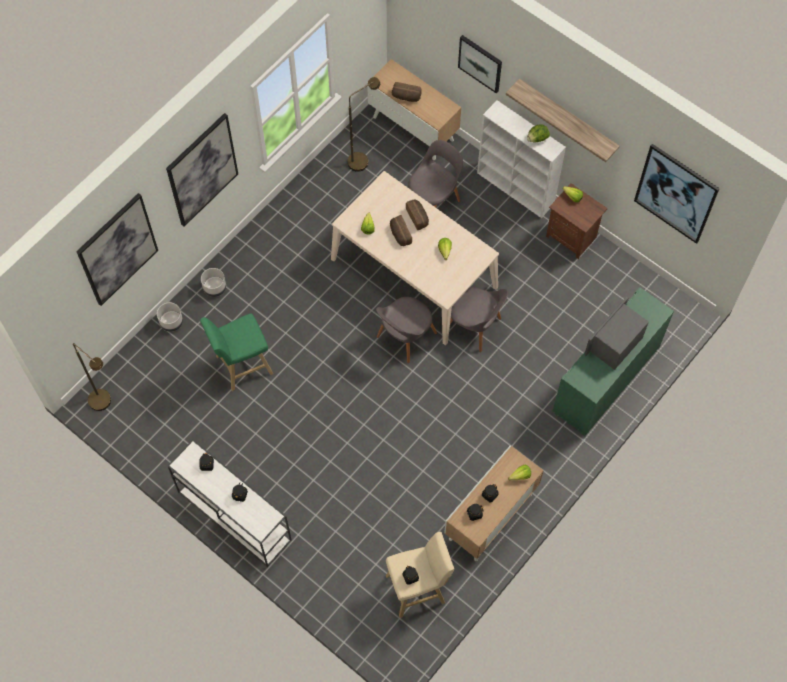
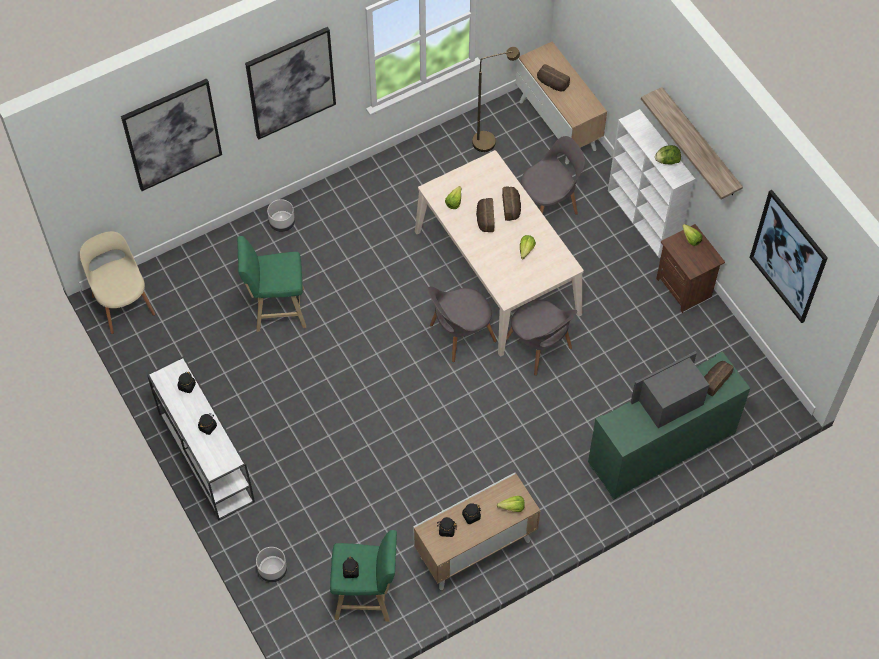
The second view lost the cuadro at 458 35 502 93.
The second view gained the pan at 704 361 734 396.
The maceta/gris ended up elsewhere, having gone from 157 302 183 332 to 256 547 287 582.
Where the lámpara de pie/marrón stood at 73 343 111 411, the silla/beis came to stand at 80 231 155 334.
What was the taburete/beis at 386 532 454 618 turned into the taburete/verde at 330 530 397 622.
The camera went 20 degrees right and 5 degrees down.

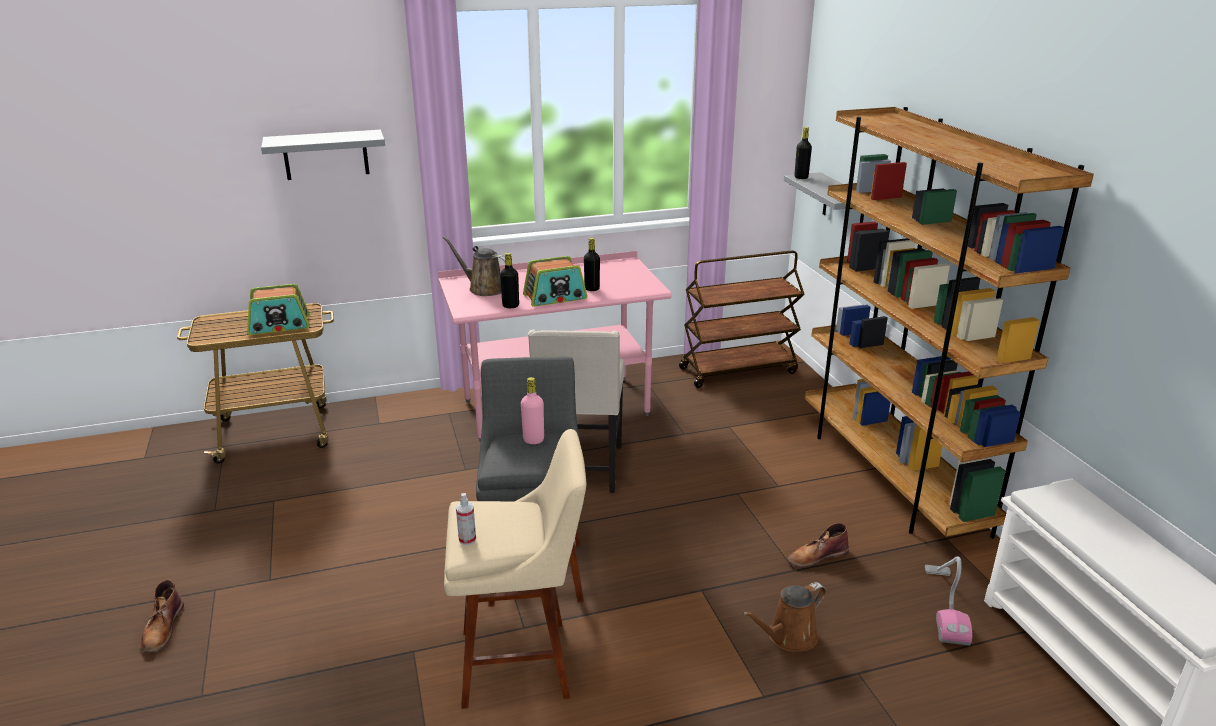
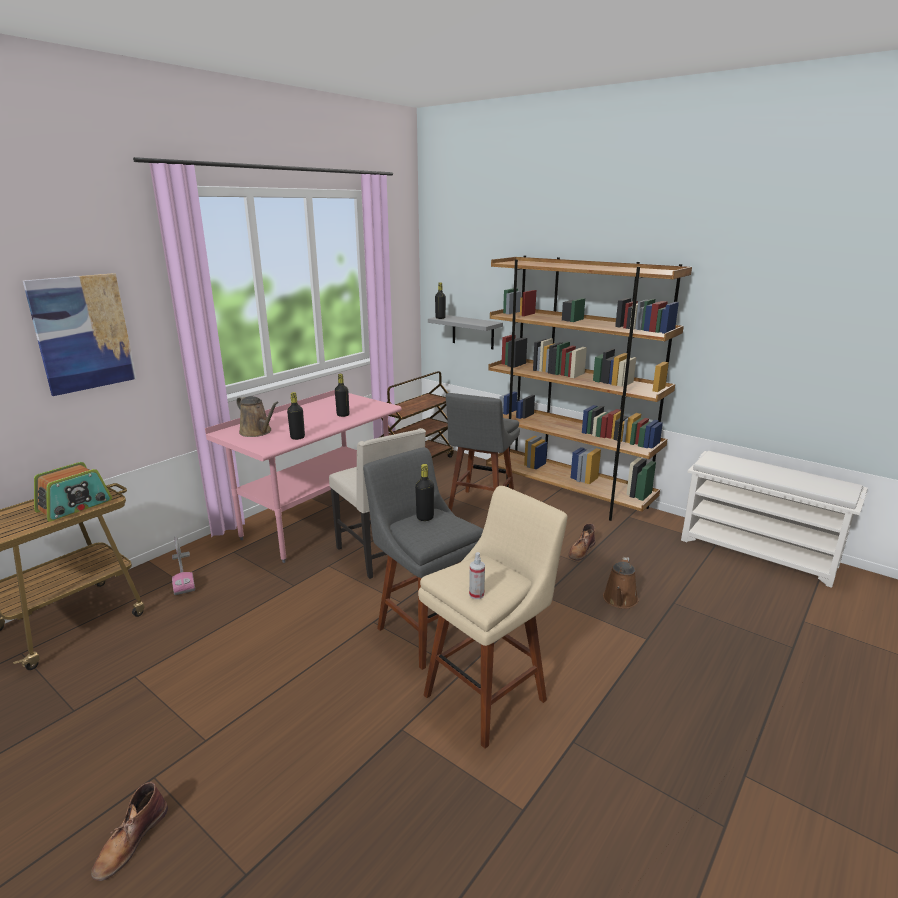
The second view lost the radio at 523 256 587 307.
The second view gained the taburete/gris at 446 393 520 511.
The aspiradora ended up elsewhere, having gone from 925 556 972 646 to 172 536 195 595.
Where the estante/gris hung at 261 130 385 180, the cuadro came to hang at 23 273 136 396.
What was the botella/rosa at 521 377 544 444 turned into the botella/negro at 415 464 434 521.
The bota/marrón at 141 580 184 653 ended up facing another way, 60 degrees clockwise from before.
The regadera/marrón at 442 236 505 296 ended up facing another way, 135 degrees counterclockwise from before.
The camera went 35 degrees left and 5 degrees down.

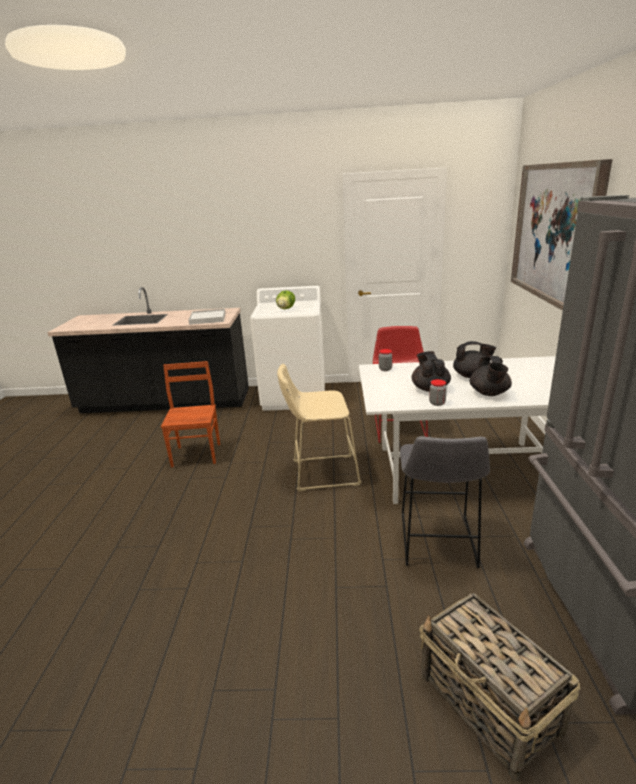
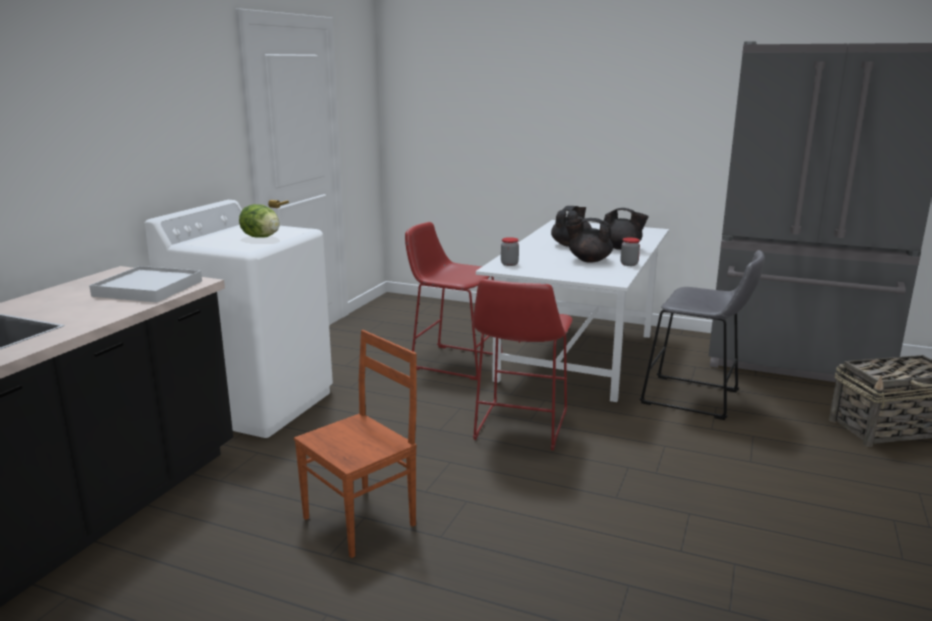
The second view lost the cuadro at 511 159 613 311.
What was the taburete/beis at 277 364 362 492 turned into the taburete/rojo at 473 279 573 450.
The silla/marrón at 161 361 220 467 ended up facing another way, 120 degrees clockwise from before.
The camera went 70 degrees left and 5 degrees down.

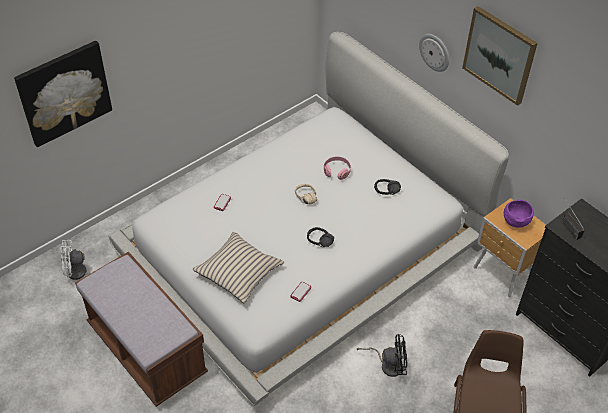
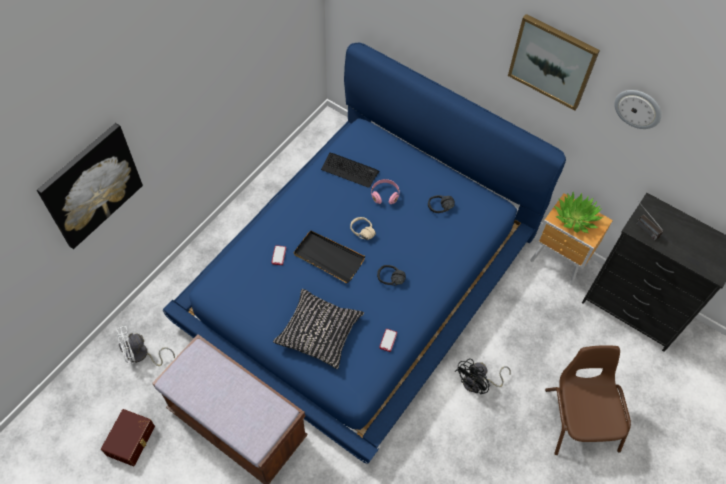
The second view gained the caja de almacenaje/marrón at 101 409 155 466.
The second view gained the bandeja/negro at 294 230 365 283.
The second view gained the teclado at 321 153 380 188.
The reloj de pared ended up elsewhere, having gone from 419 34 449 72 to 614 90 662 129.
Where the cuenco/morado stood at 504 199 534 228, the planta en maceta came to stand at 554 192 603 233.
What was the cama/blanco at 108 32 509 406 turned into the cama/azul at 163 42 566 464.
What was the cojín/beis at 192 232 284 304 turned into the cojín/negro at 273 289 364 369.
The ventilador/negro at 357 334 407 377 ended up facing another way, 150 degrees clockwise from before.
The camera went 15 degrees left and 10 degrees up.

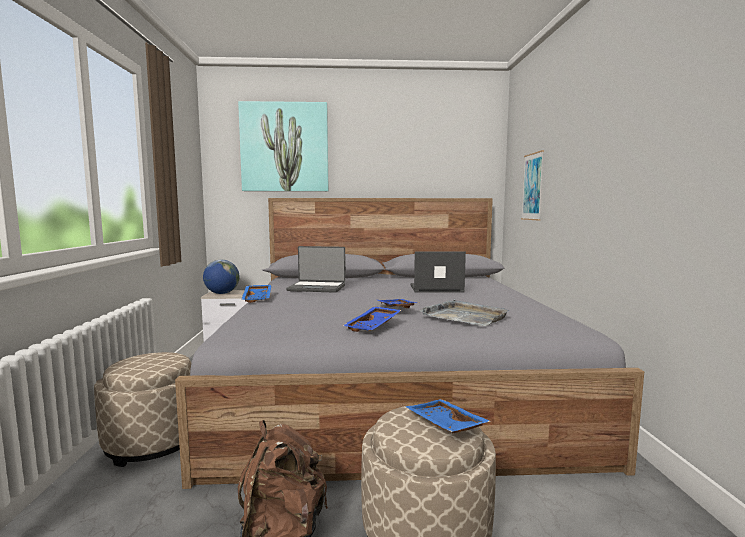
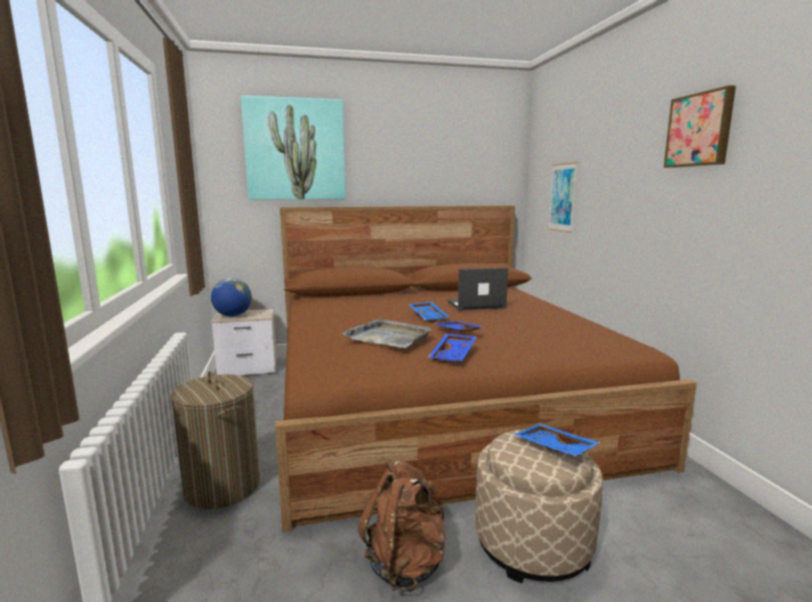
The second view lost the portátil at 286 246 346 293.
The second view gained the cuadro at 664 85 736 168.
The bandeja/azul ended up elsewhere, having gone from 241 285 272 303 to 409 302 449 322.
The bandeja/gris ended up elsewhere, having gone from 419 299 509 326 to 343 318 431 348.
Where the puf/beis stood at 94 352 192 467, the cesto de la ropa came to stand at 171 371 260 509.
What was the cama/gris at 175 198 644 489 turned into the cama/marrón at 275 205 697 532.
The camera went 10 degrees left and 5 degrees up.

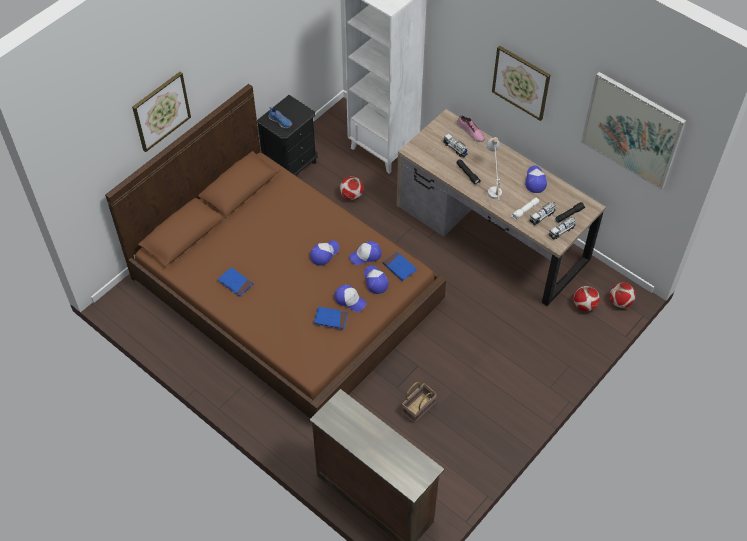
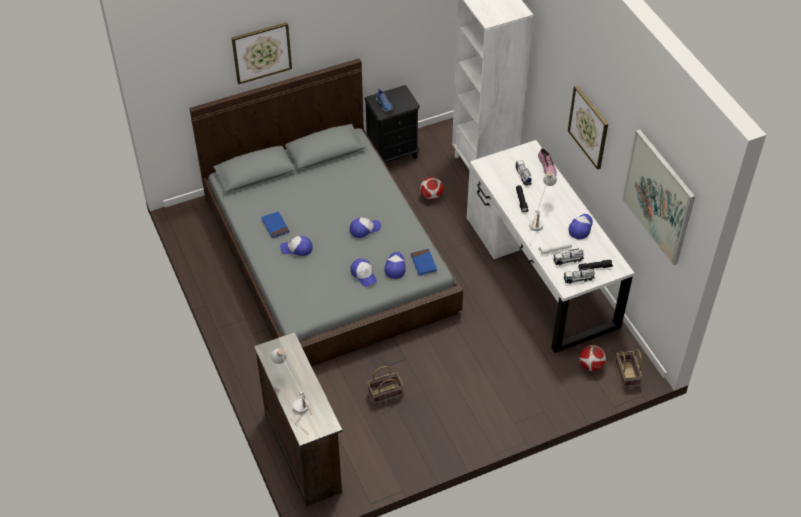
The second view lost the libro/azul at 314 306 348 330.
The second view gained the lámpara de mesa/blanco at 271 349 313 415.
The gorra ended up elsewhere, having gone from 349 241 382 265 to 280 236 313 256.
Where the balón de fútbol stood at 609 283 636 308, the cesta came to stand at 615 349 642 388.
What was the cama/marrón at 105 84 446 419 turned into the cama/gris at 189 58 463 366.
What was the escritorio/marrón at 396 109 606 306 turned into the escritorio/blanco at 467 140 634 353.
The camera went 25 degrees right and 5 degrees down.

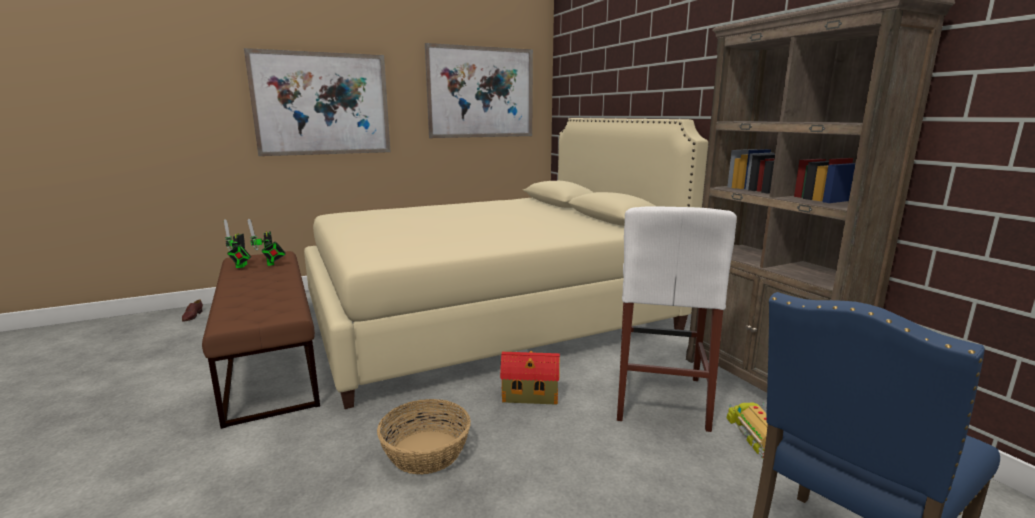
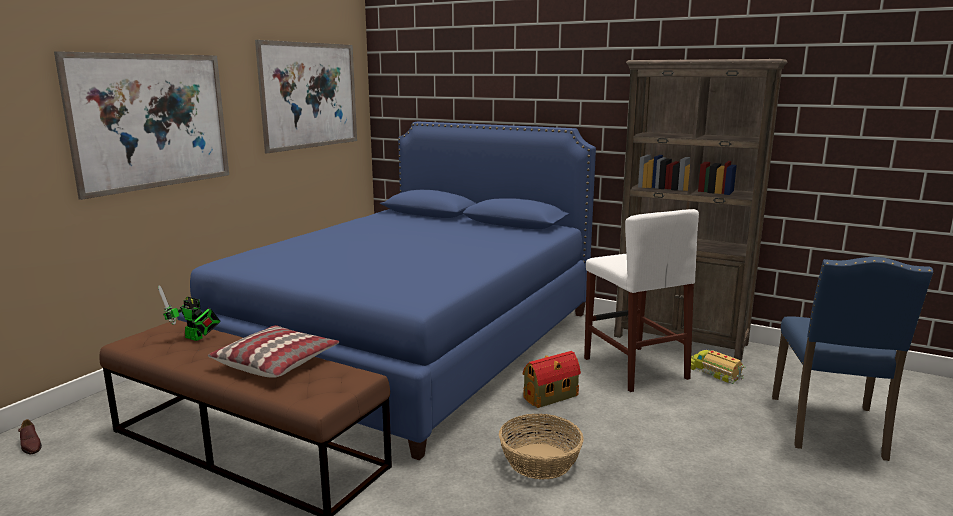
The second view lost the robot de juguete at 224 219 251 268.
The second view gained the cojín at 208 325 339 378.
What was the cama/beis at 304 118 708 409 turned into the cama/azul at 177 122 596 460.
The camera went 35 degrees left and 0 degrees up.

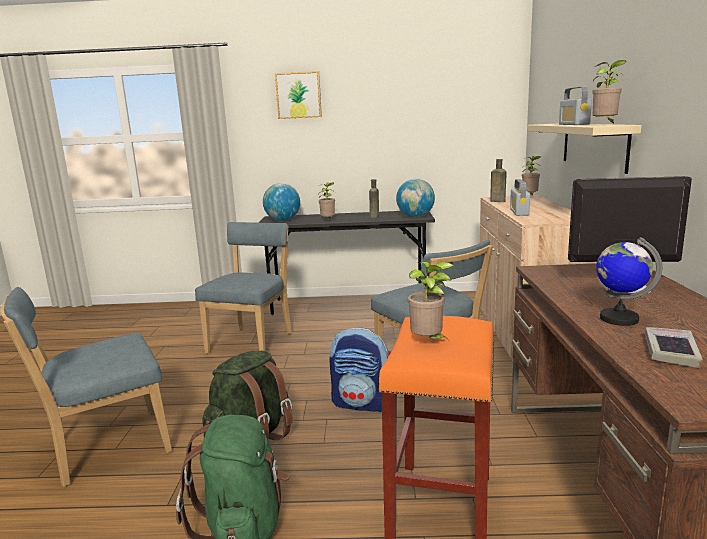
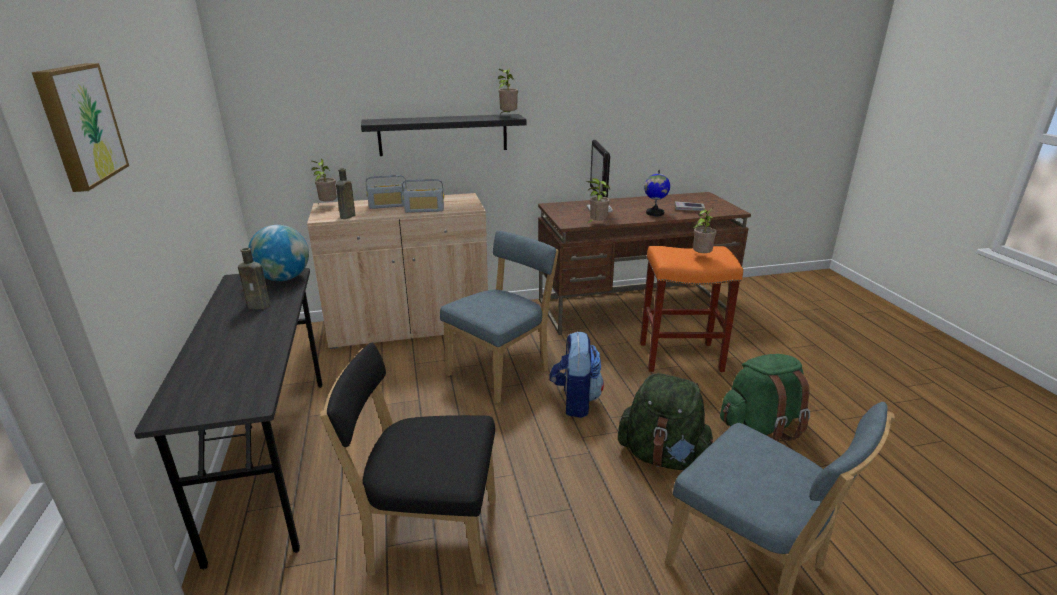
The second view lost the globo terráqueo at 263 183 300 221.
The planta en maceta ended up elsewhere, having gone from 318 182 335 218 to 587 178 610 224.
The radio ended up elsewhere, having gone from 559 86 592 125 to 366 175 407 209.
What was the silla/azul at 195 222 292 354 turned into the silla/negro at 320 343 496 584.
What was the estante/beis at 528 123 642 174 turned into the estante/negro at 361 114 526 156.
The camera went 105 degrees left and 10 degrees up.

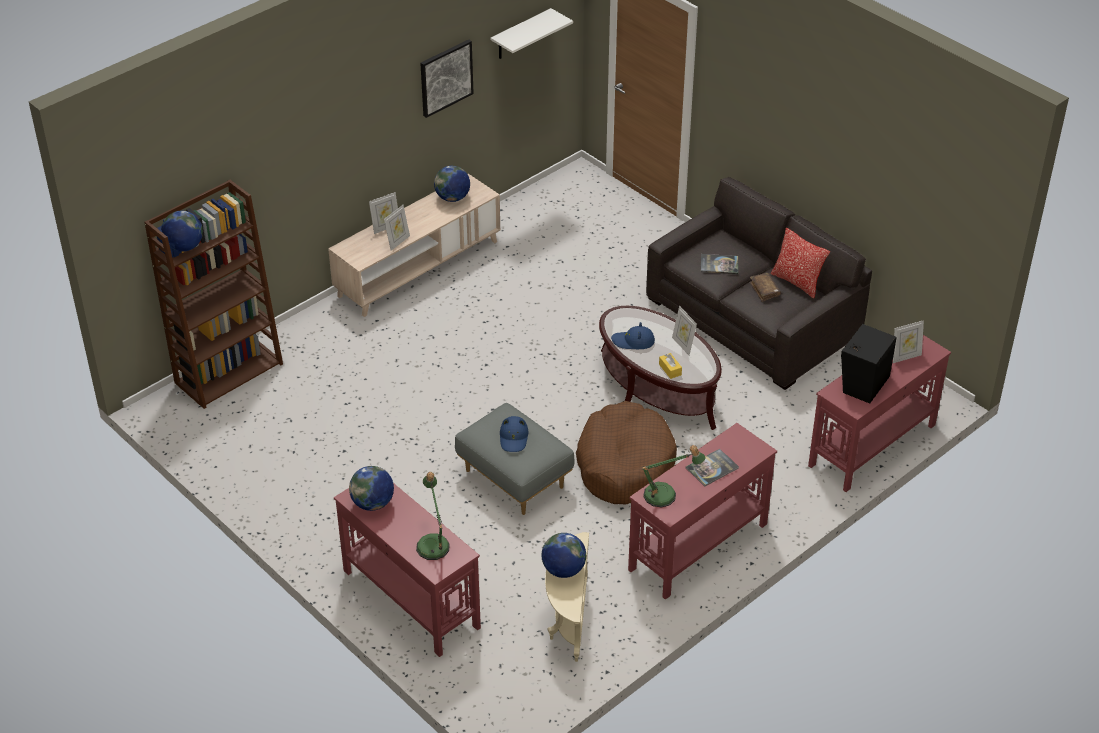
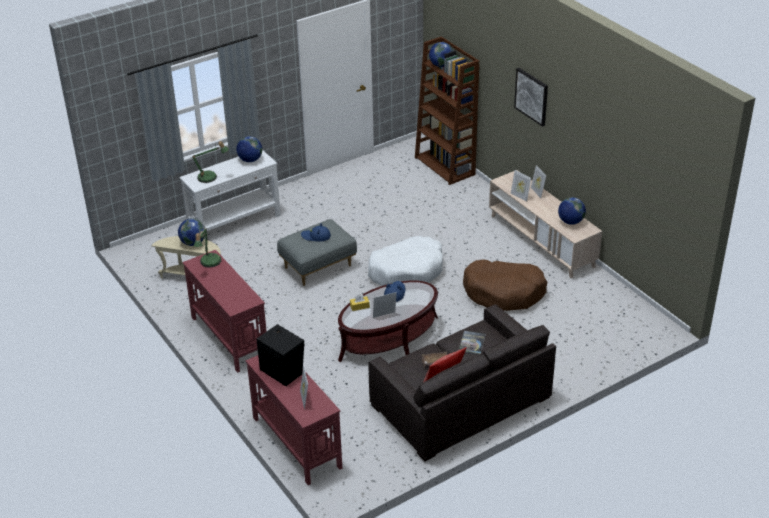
The second view lost the estante/blanco at 491 8 573 59.
The second view lost the libro at 685 449 739 486.
The second view gained the cama para perro/blanco at 368 236 443 286.
The cuadro ended up elsewhere, having gone from 420 39 474 118 to 514 68 548 127.
The cama para perro/marrón ended up elsewhere, having gone from 576 401 677 504 to 463 259 547 311.
What was the mesa consola/rojo at 334 483 481 657 turned into the mesa consola/blanco at 179 150 281 239.
The camera went 100 degrees right and 5 degrees down.

